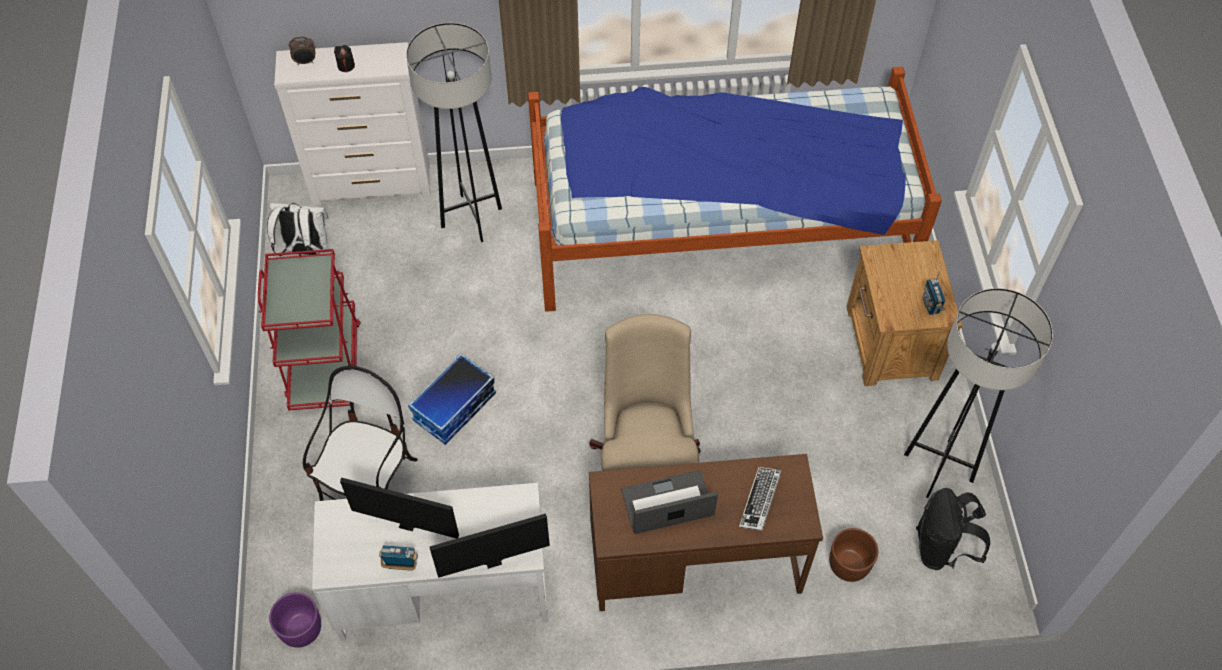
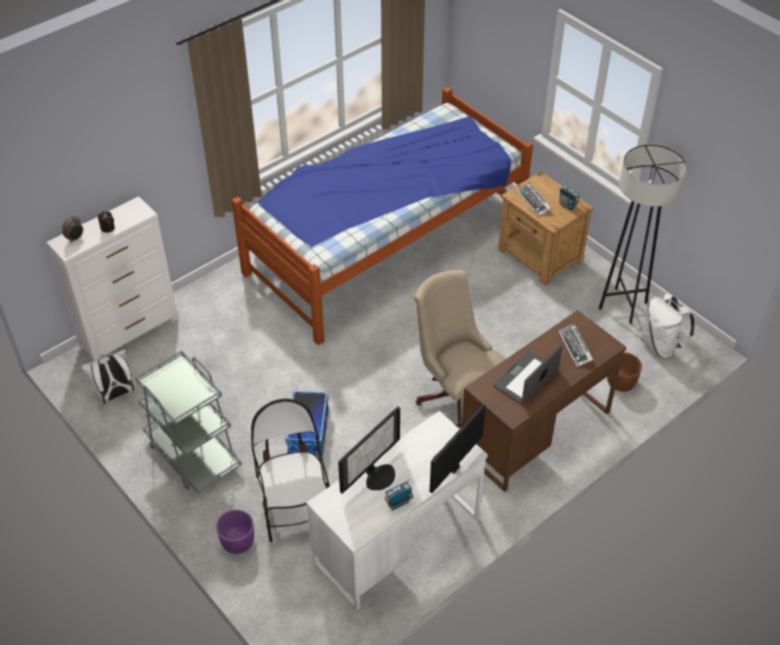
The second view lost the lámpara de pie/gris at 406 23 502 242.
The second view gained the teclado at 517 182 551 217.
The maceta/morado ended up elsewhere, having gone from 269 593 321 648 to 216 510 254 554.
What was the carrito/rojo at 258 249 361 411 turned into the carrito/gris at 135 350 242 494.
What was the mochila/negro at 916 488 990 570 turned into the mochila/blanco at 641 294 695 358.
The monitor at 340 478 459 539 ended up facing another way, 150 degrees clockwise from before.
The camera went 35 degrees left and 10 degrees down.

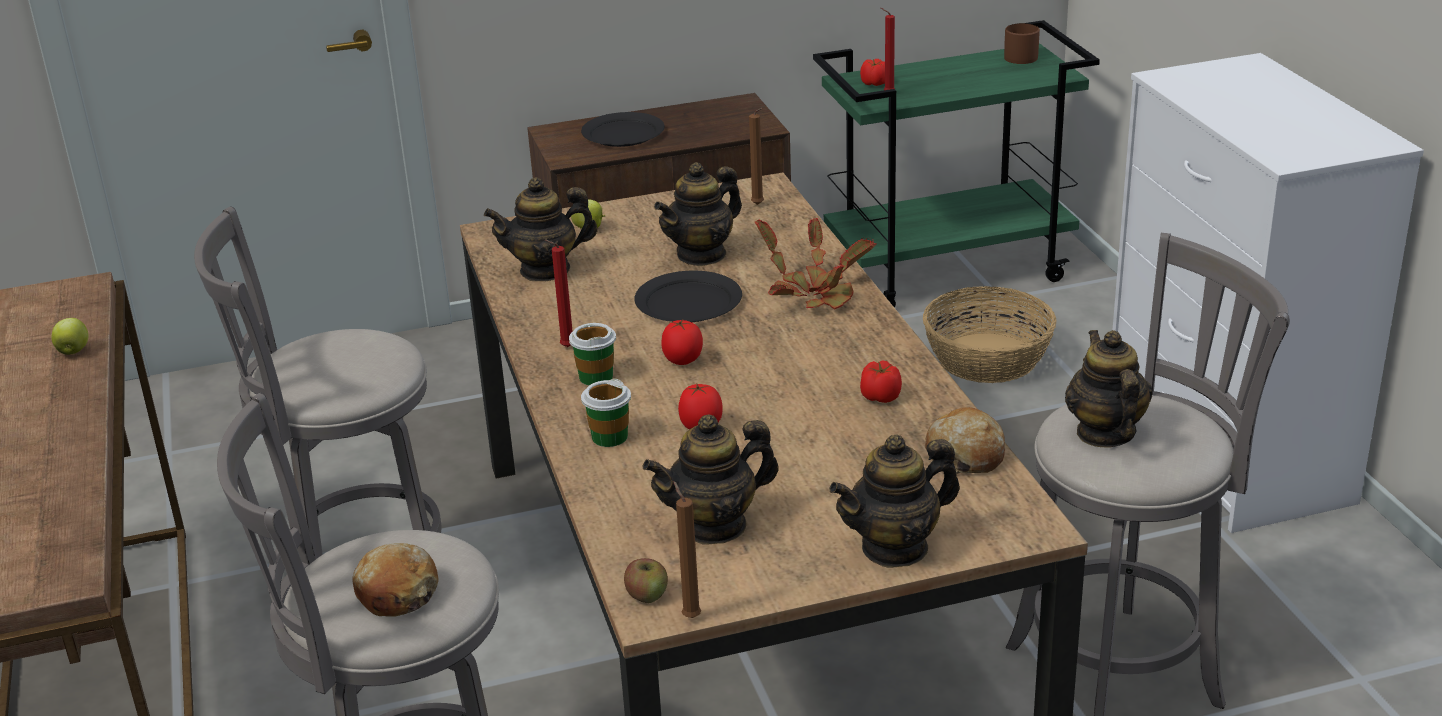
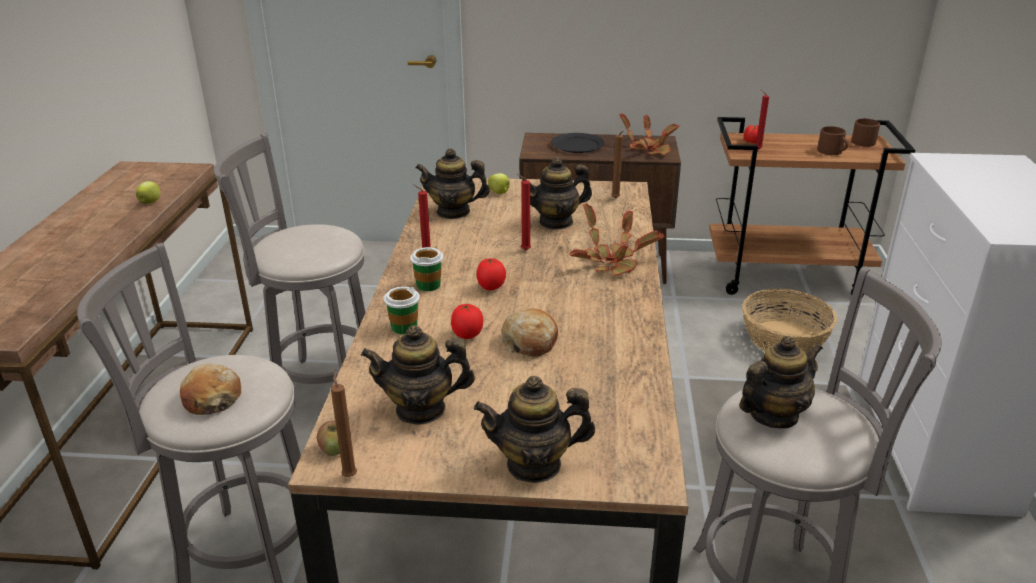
The second view lost the tomate at 860 360 902 403.
The second view gained the planta en maceta at 619 114 680 155.
The second view gained the taza grande/marrón at 817 126 848 155.
The pan ended up elsewhere, having gone from 925 407 1005 474 to 502 309 558 357.
Where the plato/negro stood at 634 271 742 322, the vela/rojo came to stand at 517 174 531 250.
What was the carrito/verde at 813 20 1100 308 turned into the carrito/marrón at 709 117 915 297.
The tetera at 1065 330 1152 447 ended up facing another way, 45 degrees clockwise from before.
The camera went 20 degrees right and 0 degrees up.

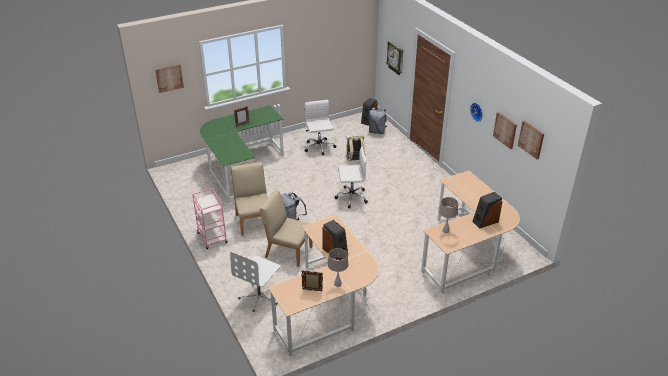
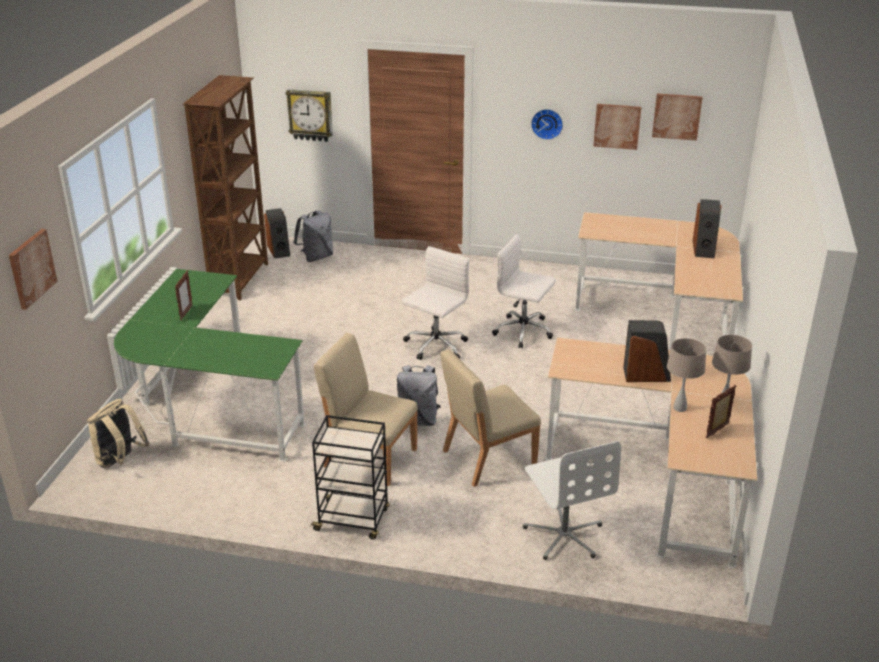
The second view gained the estantería/marrón at 183 75 268 300.
The silla de oficina/blanco ended up elsewhere, having gone from 305 100 336 155 to 492 234 556 348.
The mochila/beis ended up elsewhere, having gone from 345 136 365 161 to 87 399 150 468.
The lámpara de mesa/beis ended up elsewhere, having gone from 439 197 458 233 to 667 338 706 412.
What was the carrito/rosa at 192 188 228 249 turned into the carrito/negro at 310 415 390 540.
The camera went 50 degrees left and 5 degrees down.

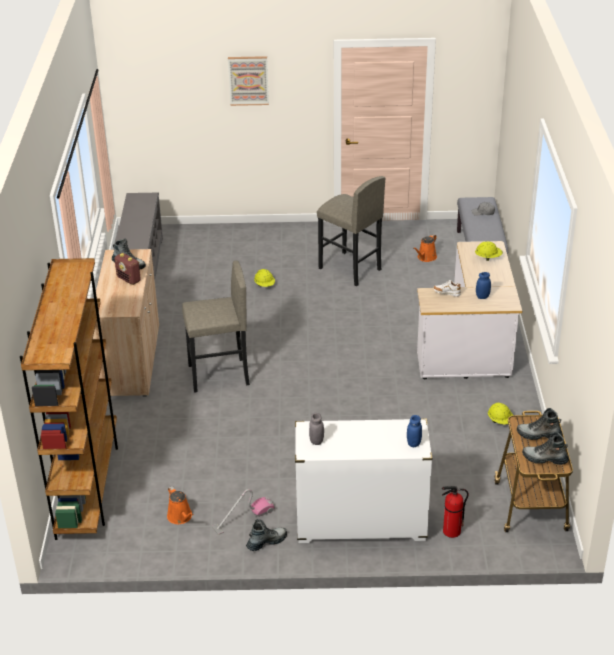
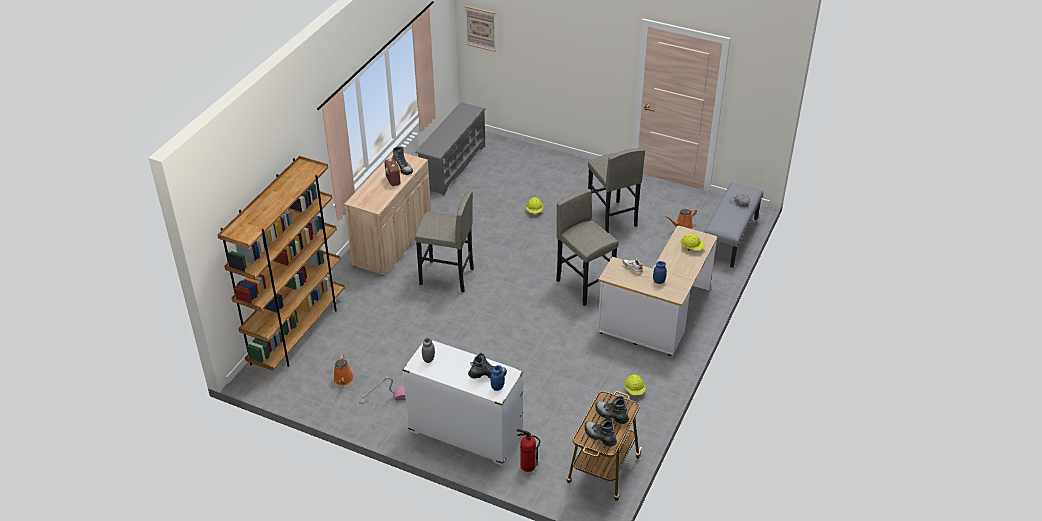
The second view gained the taburete/gris at 556 189 619 306.
The cuadro ended up elsewhere, having gone from 228 56 269 106 to 465 6 496 52.
The bota ended up elsewhere, having gone from 246 519 287 551 to 468 353 507 379.
The camera went 25 degrees right and 5 degrees up.

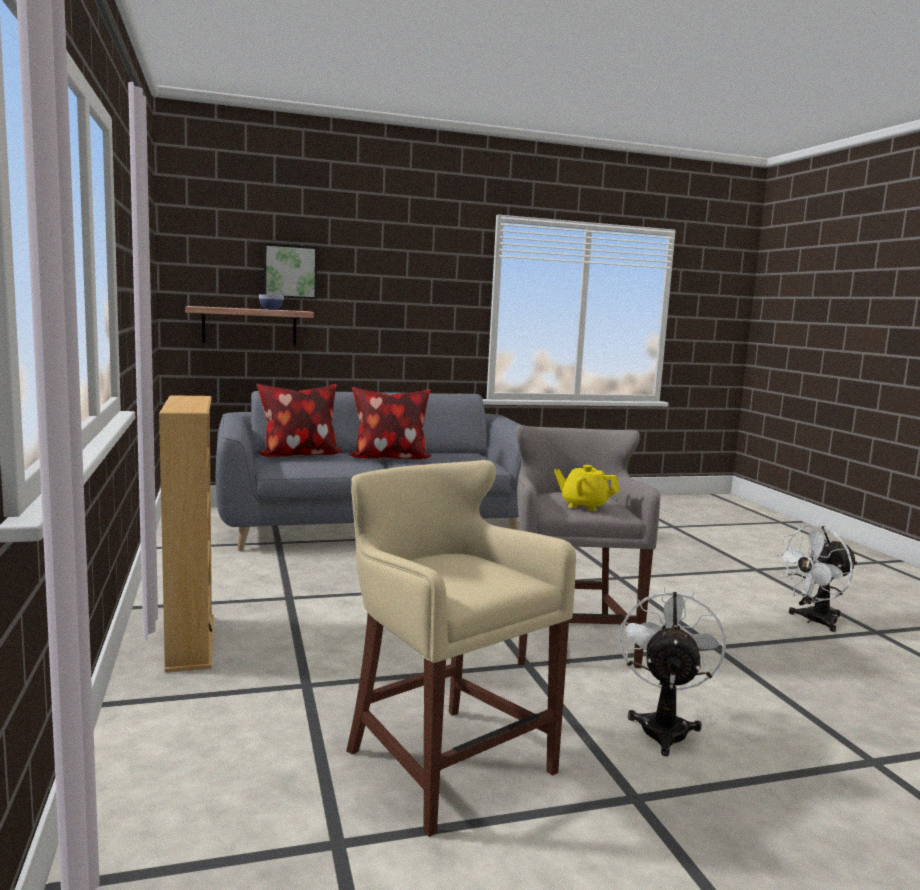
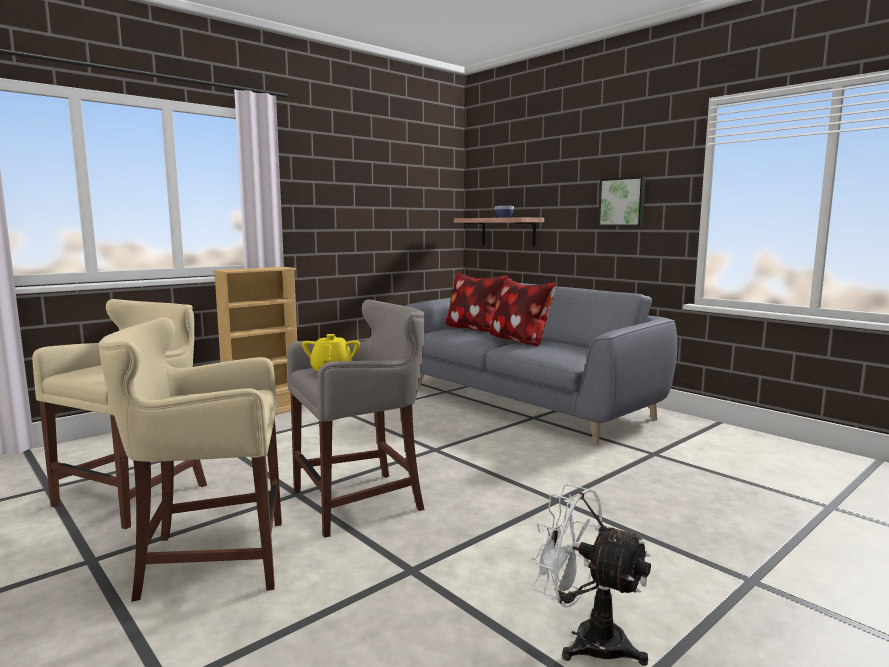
The cuadro ended up elsewhere, having gone from 264 243 317 299 to 598 176 646 226.
Where the ventilador/blanco stood at 619 586 726 756, the taburete/beis came to stand at 98 317 282 602.
The camera went 65 degrees right and 0 degrees up.

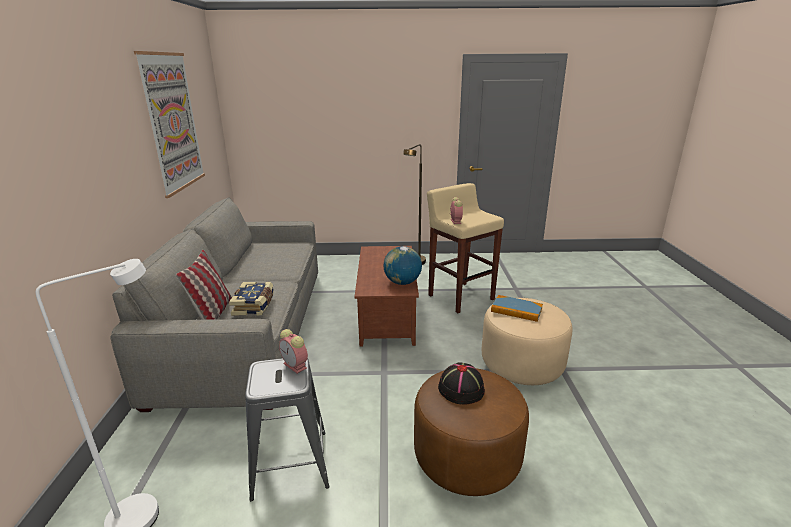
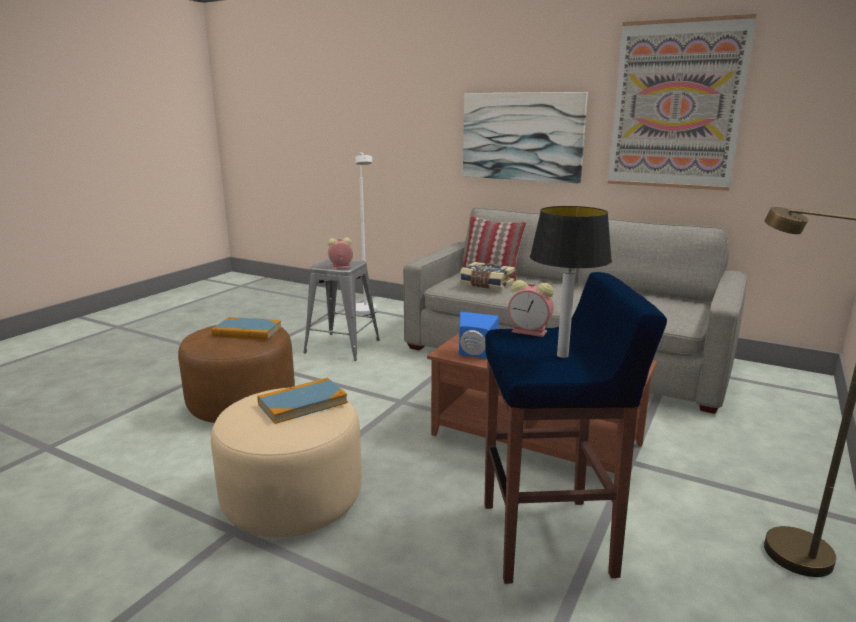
The second view gained the cuadro at 463 92 588 184.
The second view gained the lámpara de mesa at 530 206 612 358.
Where the globo terráqueo stood at 384 246 422 285, the altavoz/azul came to stand at 459 312 499 359.
Where the sombrero/negro stood at 438 362 485 405, the libro came to stand at 212 317 282 340.
What was the taburete/beis at 427 183 504 313 turned into the taburete/azul at 484 272 667 584.
The camera went 120 degrees right and 5 degrees down.

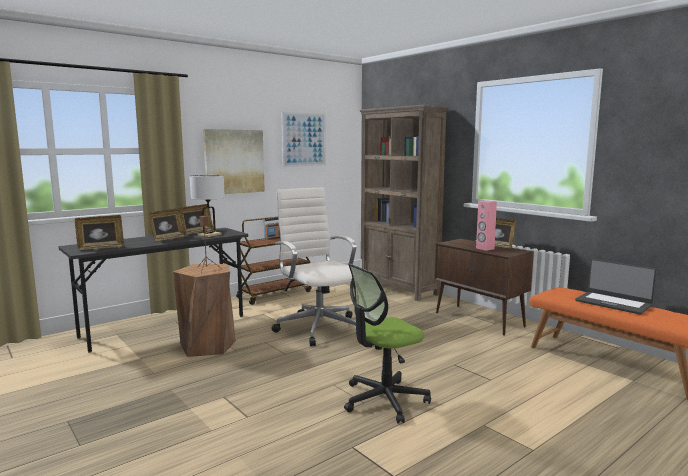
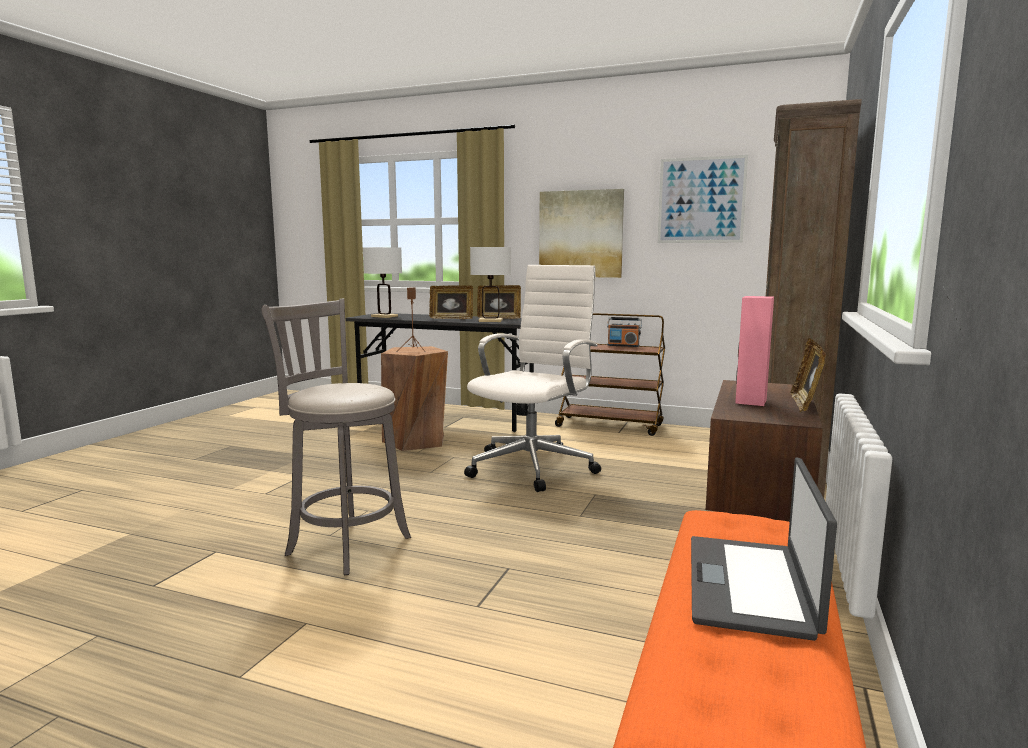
Where the portarretratos stood at 75 215 124 250, the lámpara de mesa/blanco came to stand at 363 247 402 318.
Where the silla de oficina stood at 344 263 431 424, the taburete/gris came to stand at 262 299 411 575.
The camera went 60 degrees right and 0 degrees up.

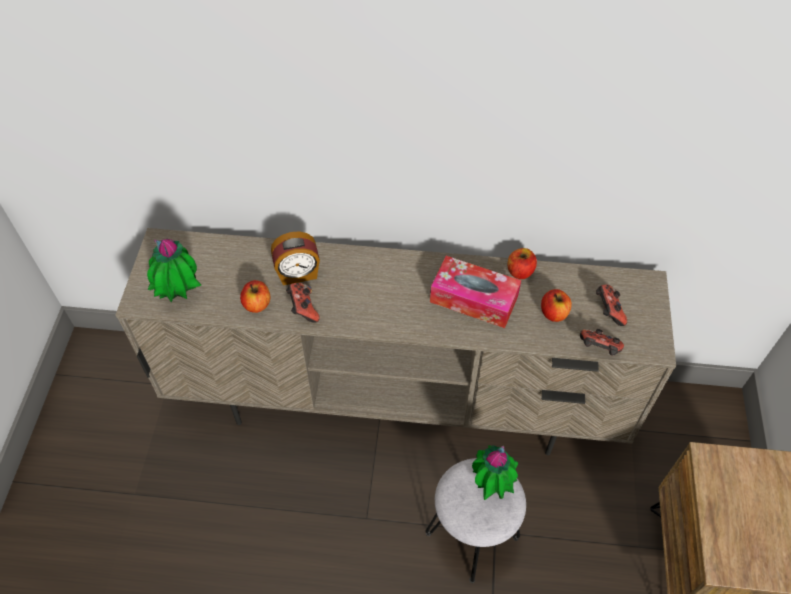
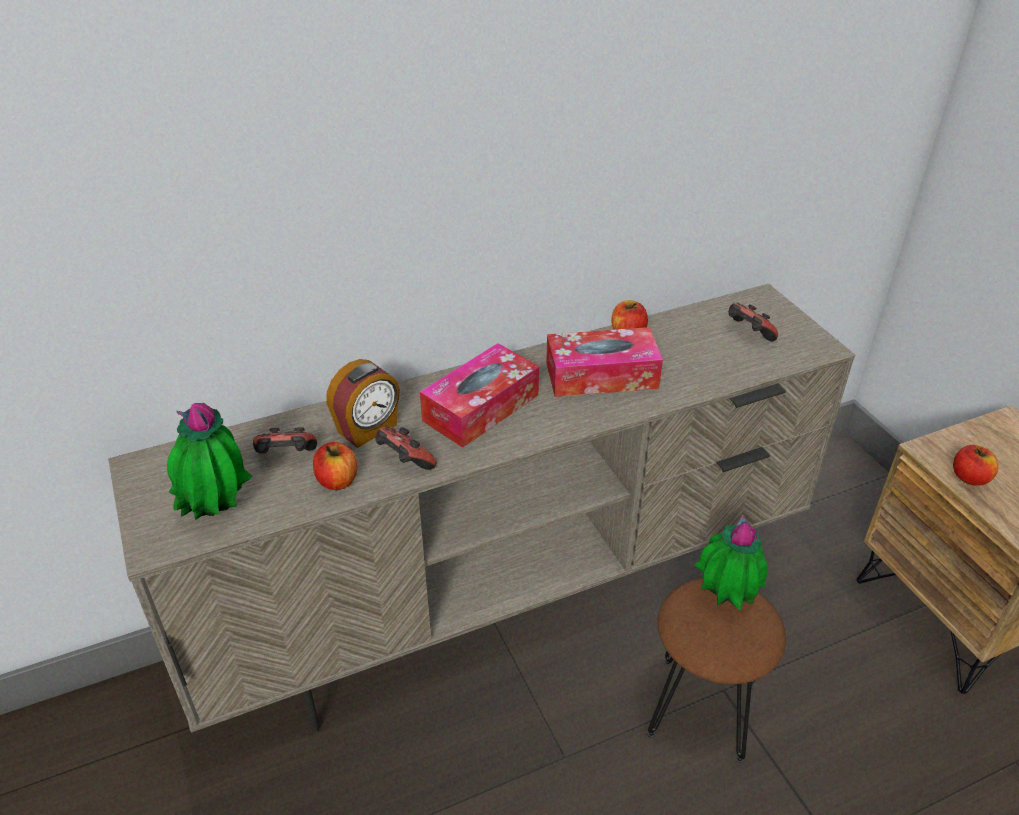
The second view gained the caja de pañuelos at 420 343 539 448.
The manzana ended up elsewhere, having gone from 541 289 572 322 to 953 445 999 486.
The mando de consola ended up elsewhere, having gone from 580 329 624 356 to 253 427 317 453.
What was the taburete/gris at 426 458 526 583 turned into the taburete/marrón at 647 578 786 763.
The camera went 30 degrees left and 15 degrees down.

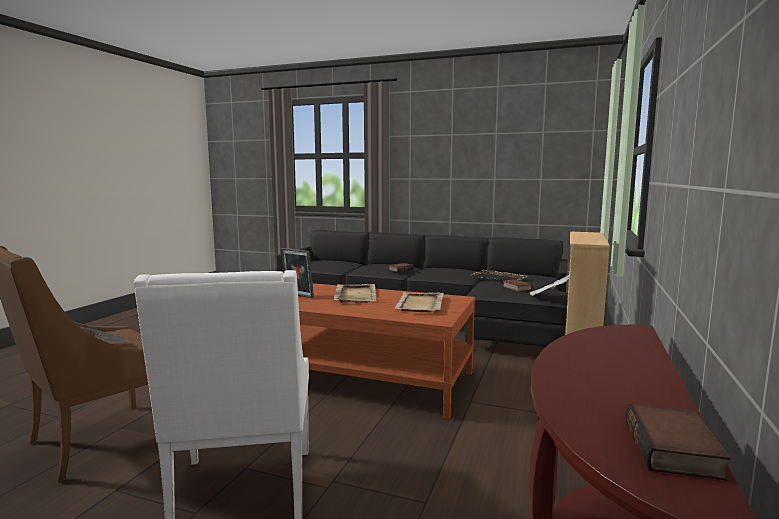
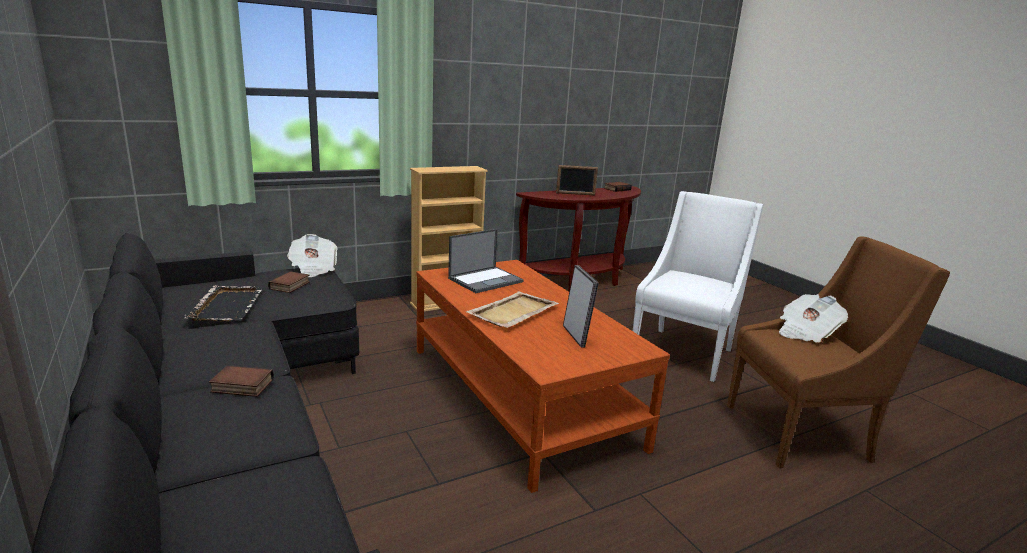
The second view gained the portarretratos at 556 165 598 195.
Where the bandeja/beis stood at 394 292 444 312, the portátil came to stand at 448 229 524 293.
The camera went 140 degrees left and 10 degrees up.

